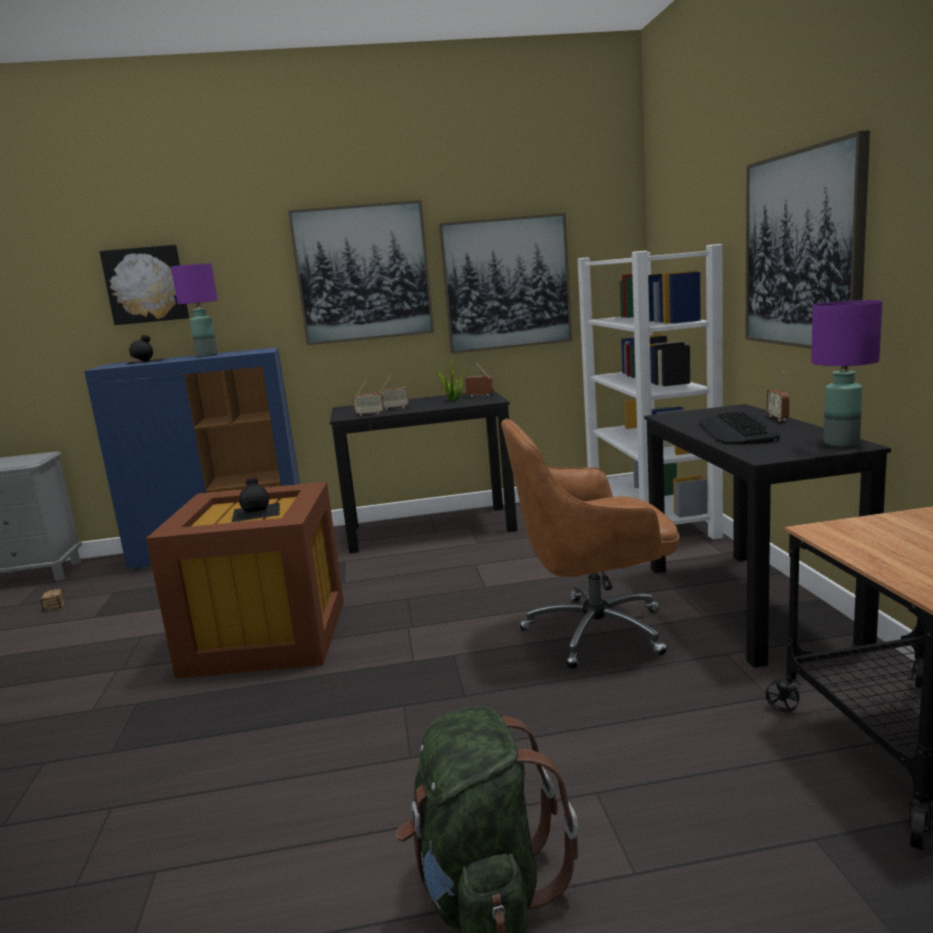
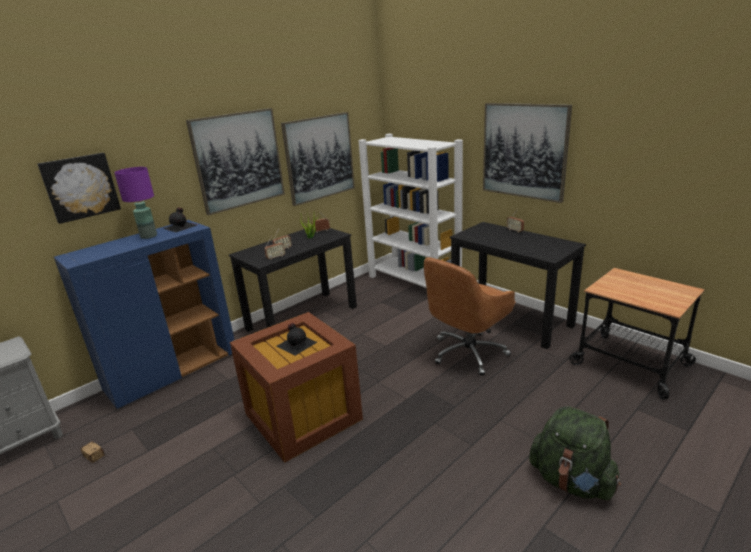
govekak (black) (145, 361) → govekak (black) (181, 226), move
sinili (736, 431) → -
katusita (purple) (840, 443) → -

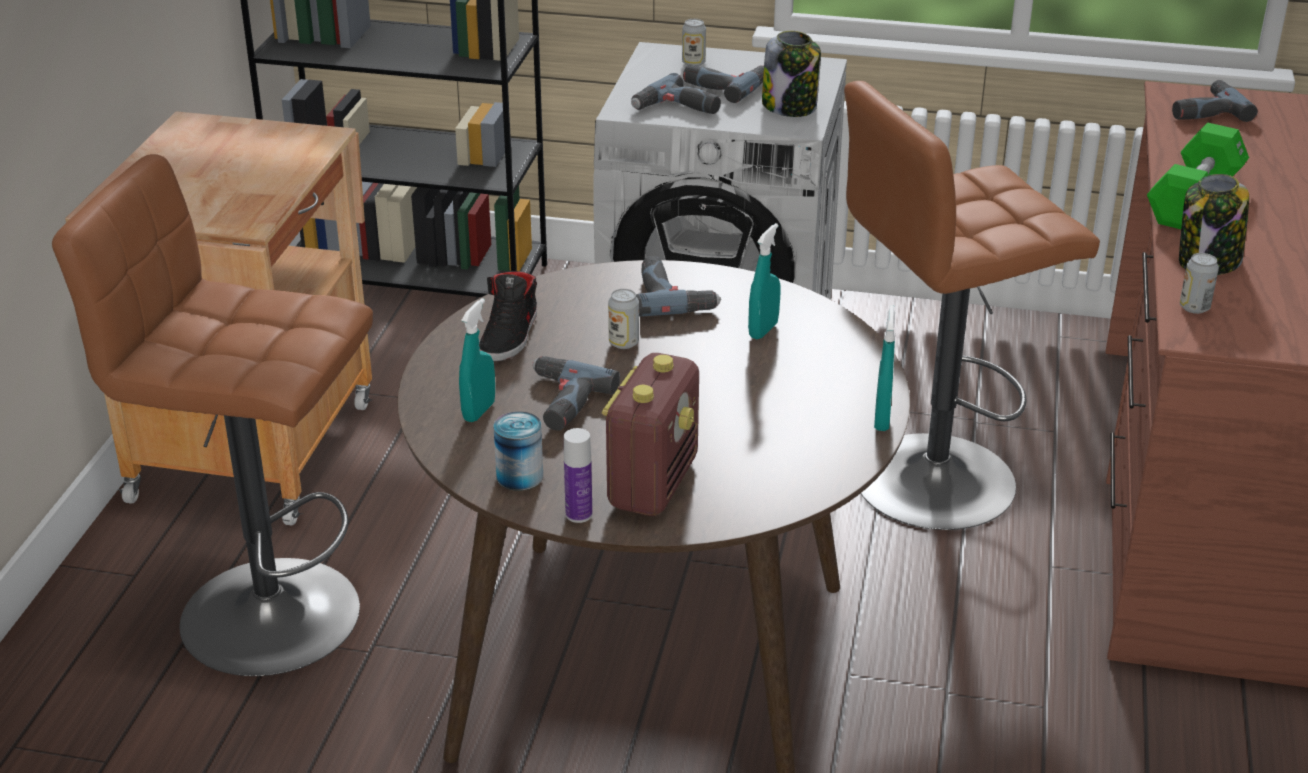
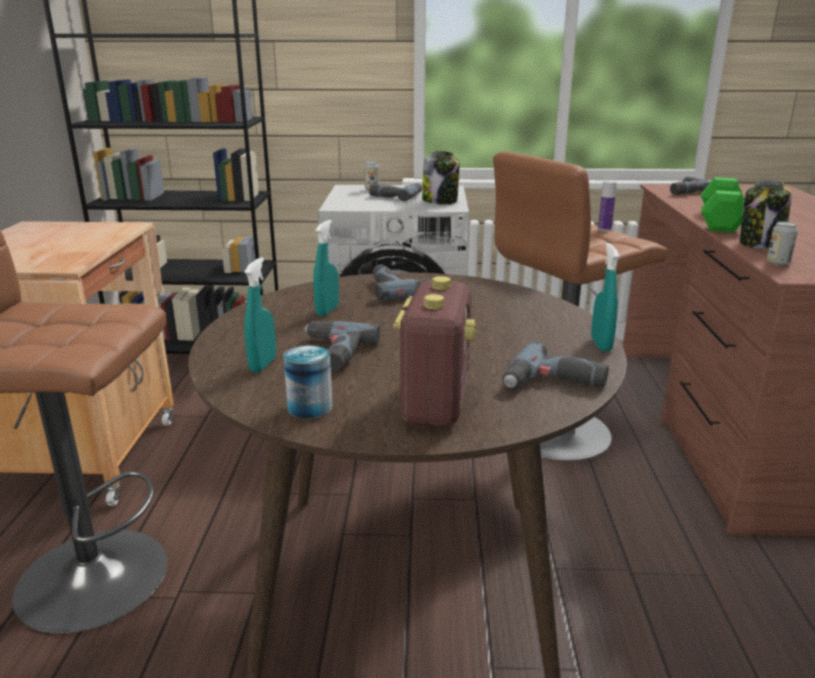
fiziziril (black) (510, 336) → -
govekak (579, 514) → govekak (604, 229), move
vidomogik (623, 343) → -
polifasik (676, 109) → polifasik (554, 384), move
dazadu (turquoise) (763, 330) → dazadu (turquoise) (327, 311), move

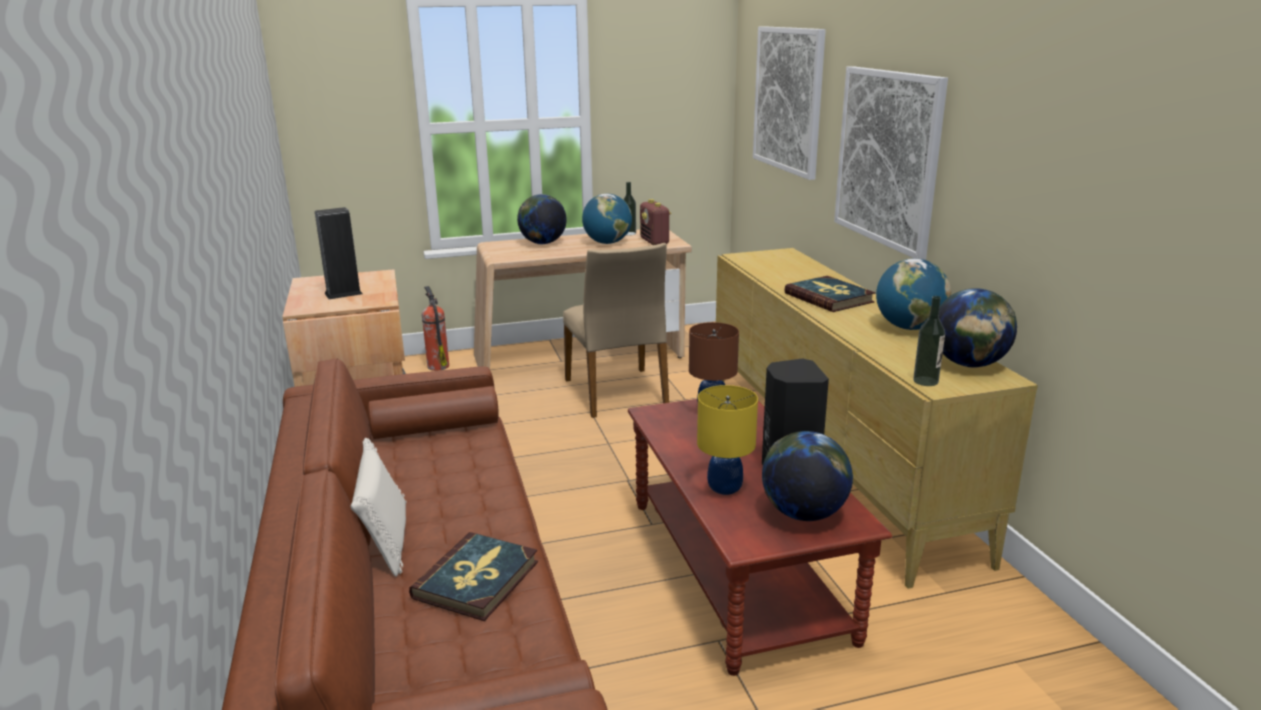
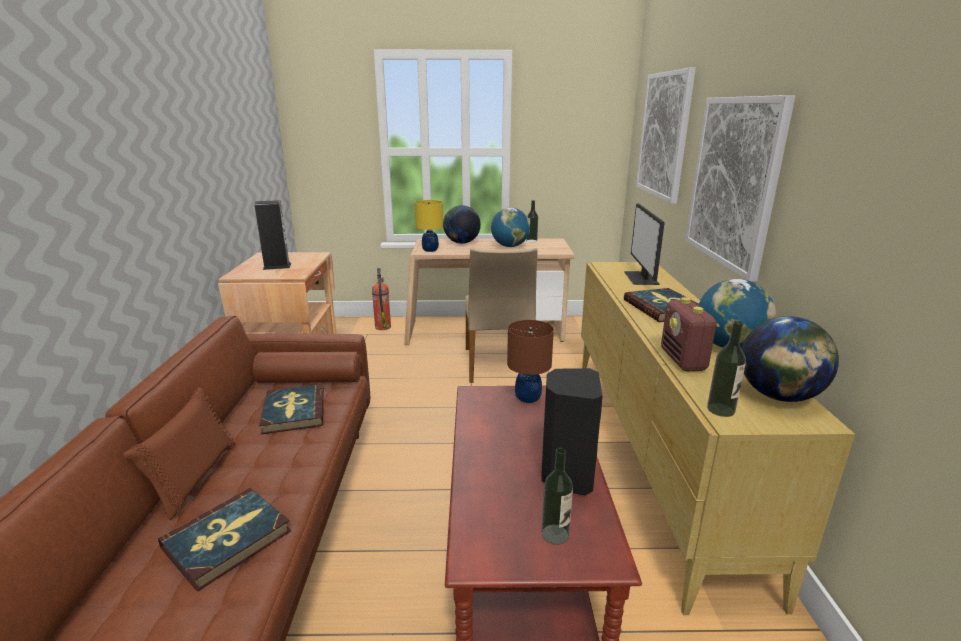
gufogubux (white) (386, 539) → gufogubux (brown) (194, 478)
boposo (654, 242) → boposo (683, 361), move
katusita (yellow) (723, 490) → katusita (yellow) (429, 250), move
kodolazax (803, 514) → govekak (555, 534)
- → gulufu (293, 412)
- → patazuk (642, 278)

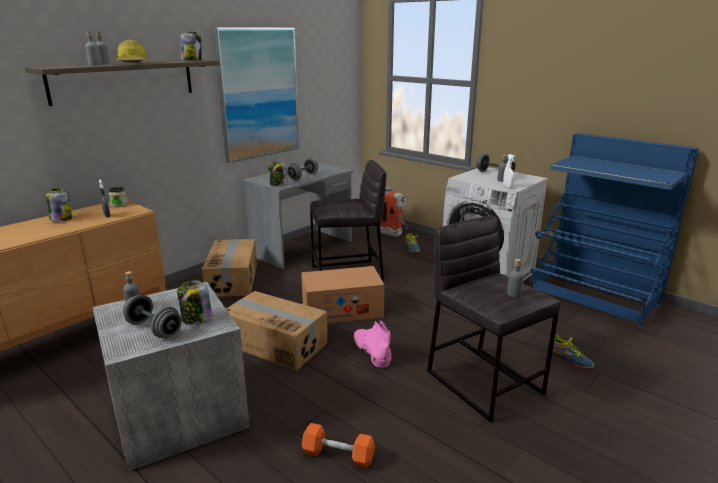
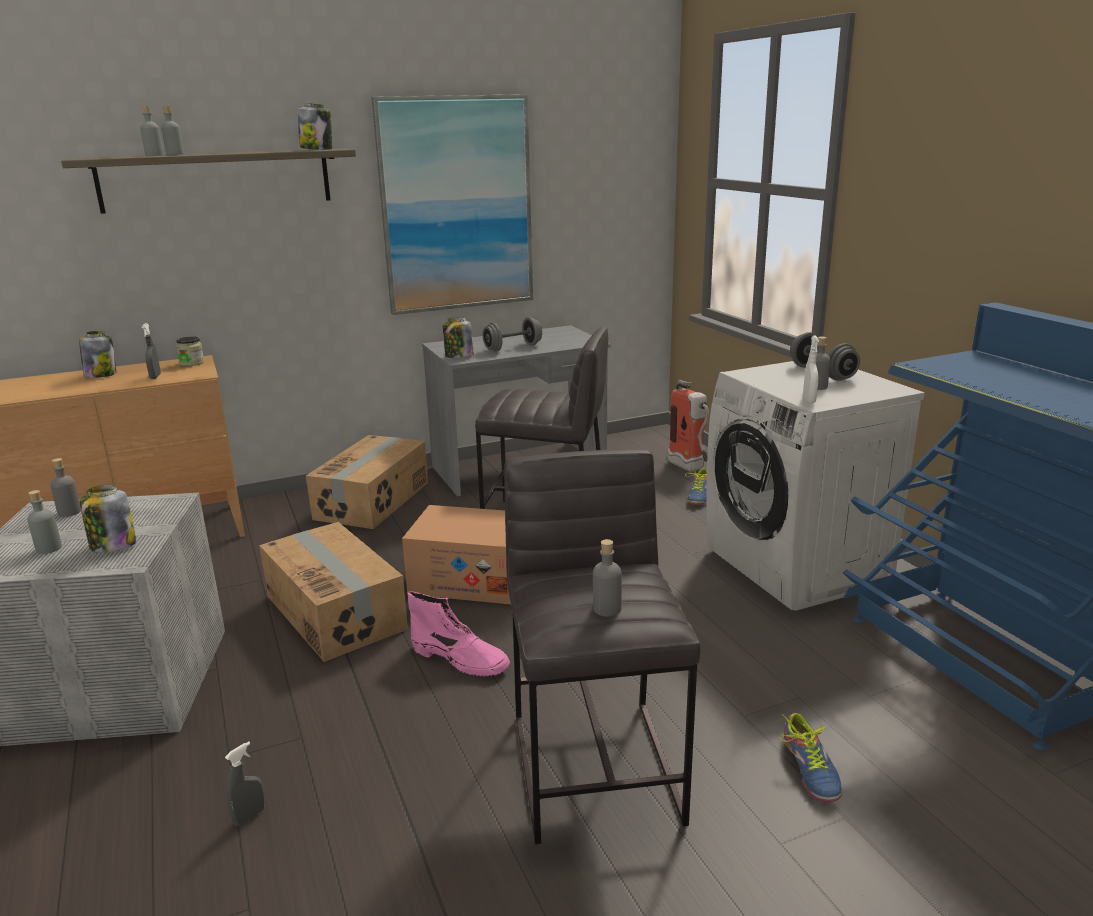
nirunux (134, 63) → -
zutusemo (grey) (154, 329) → govekak (grey) (49, 548)
zutusemo (orange) (338, 455) → dazadu (grey) (249, 816)
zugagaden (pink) (371, 351) → zugagaden (pink) (460, 659), 120 degrees clockwise

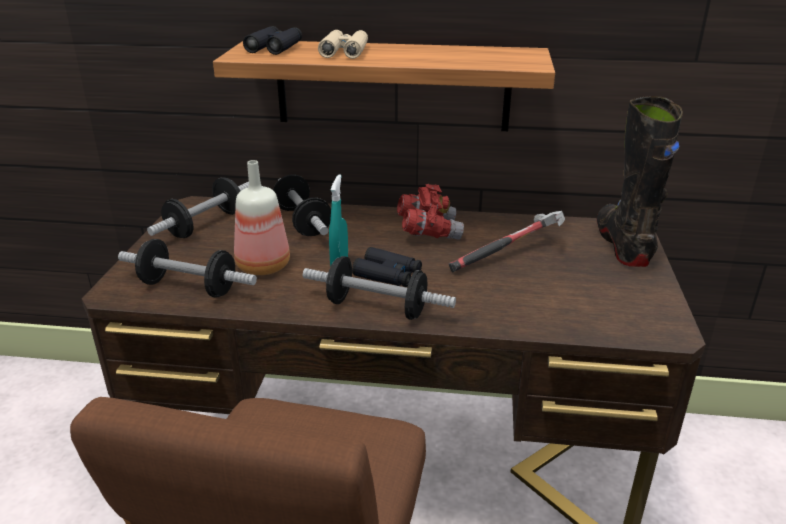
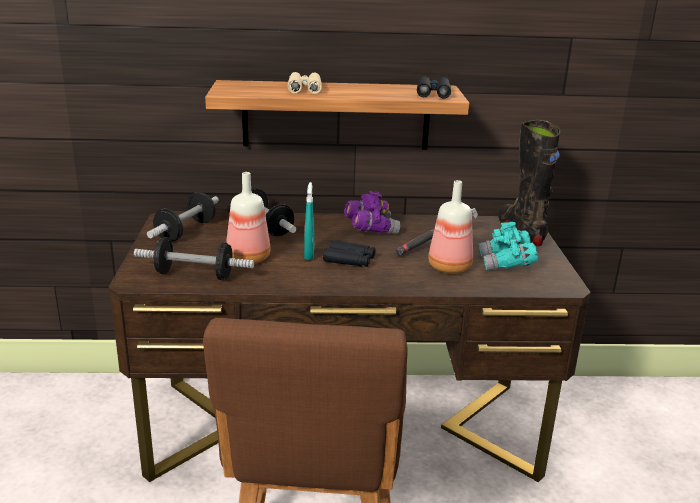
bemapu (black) (274, 48) → bemapu (black) (433, 93), move
zutusemo (377, 307) → -
bemapu (red) (428, 232) → bemapu (purple) (370, 230)
- → govekak (450, 268)
- → bemapu (turquoise) (506, 264)

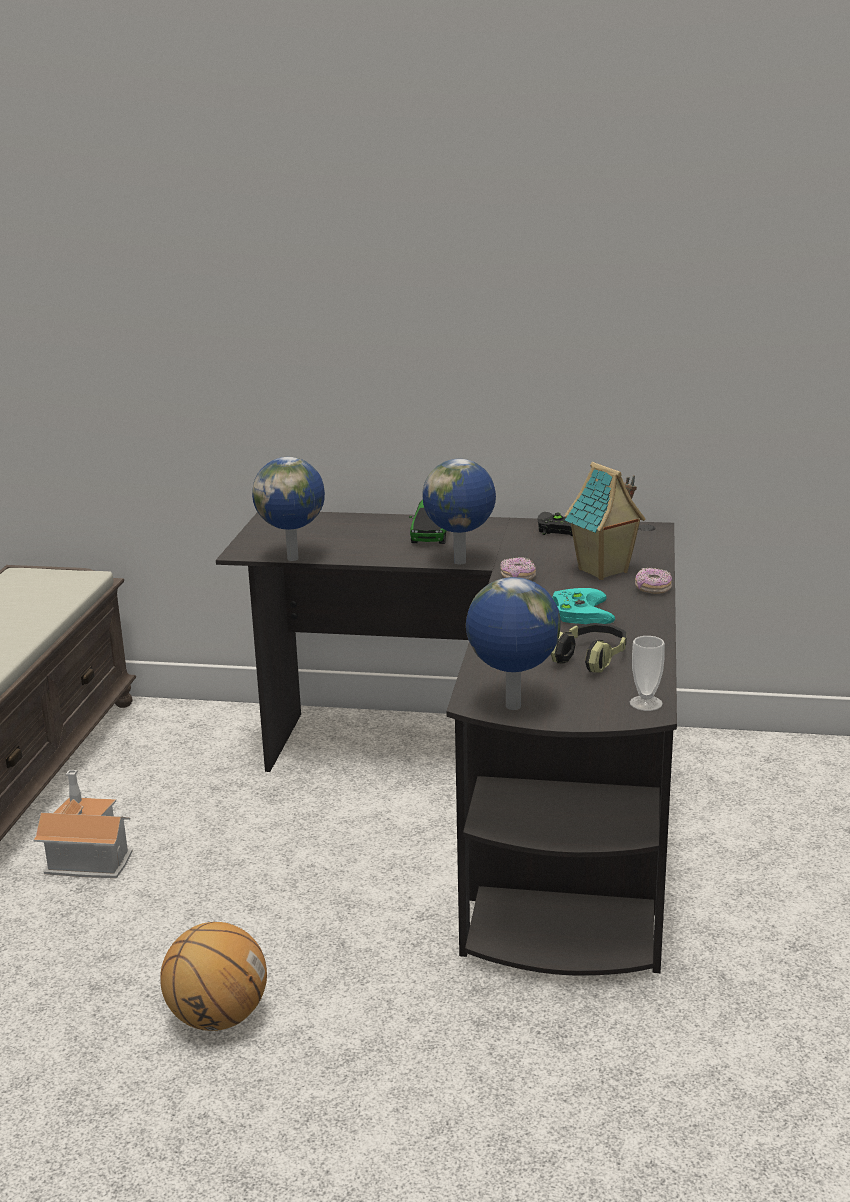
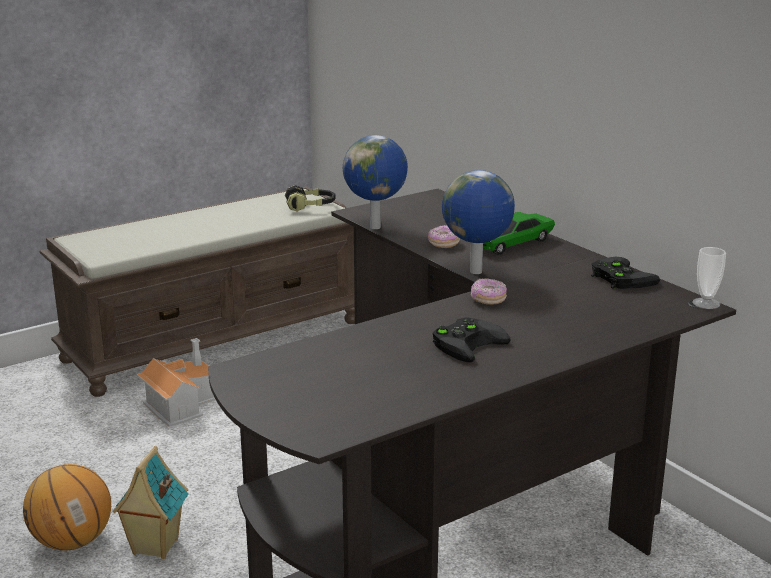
kodolazax (512, 707) → -
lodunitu (591, 658) → lodunitu (310, 207), move
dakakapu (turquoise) (579, 611) → dakakapu (black) (467, 343)
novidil (603, 571) → novidil (154, 547), move
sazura (646, 703) → sazura (706, 303), move
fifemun (652, 589) → fifemun (443, 244), move

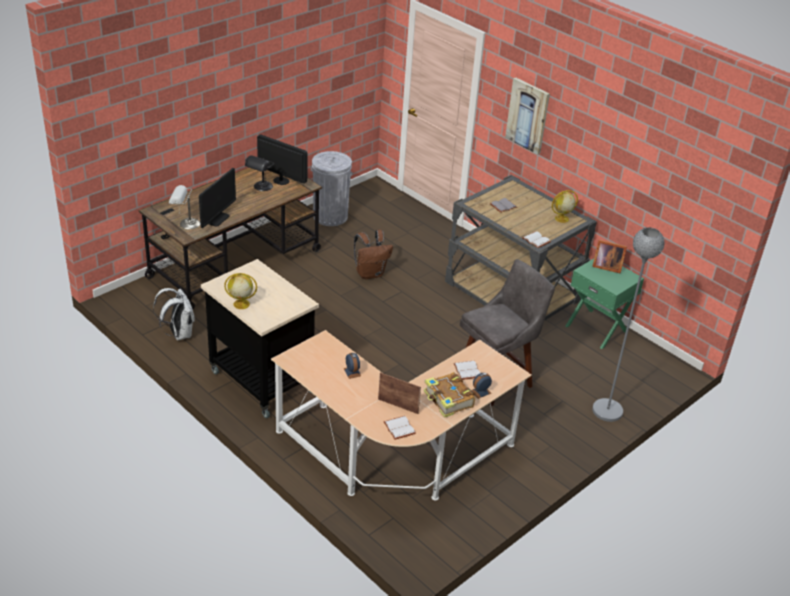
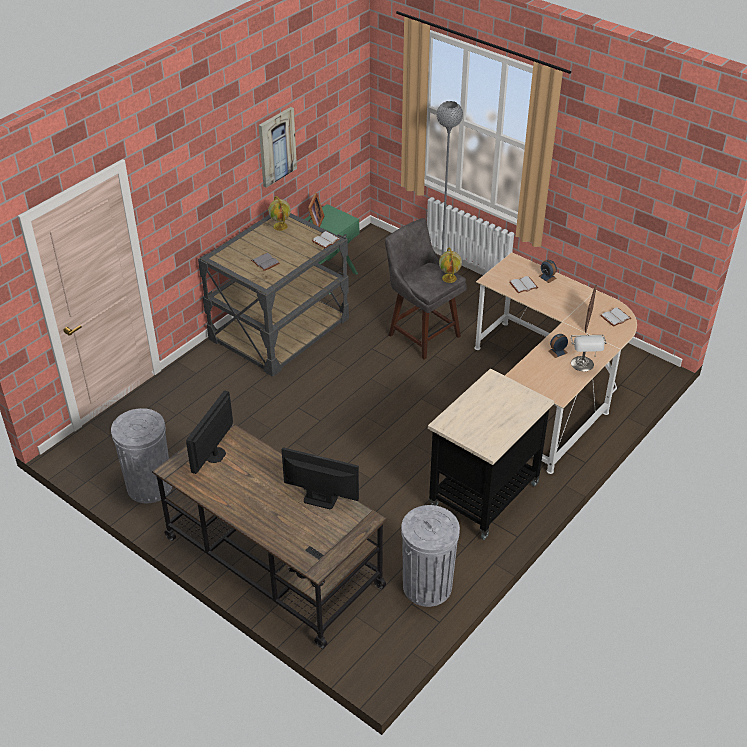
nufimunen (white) (178, 333) → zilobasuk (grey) (427, 586)
katusita (white) (185, 223) → katusita (white) (583, 367), move
kodolazax (241, 304) → kodolazax (449, 278), move
katusita (black) (261, 188) → -
nufimunen (brown) (370, 273) → -
gulufu (448, 400) → -
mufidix (528, 115) → mufidix (276, 146), move

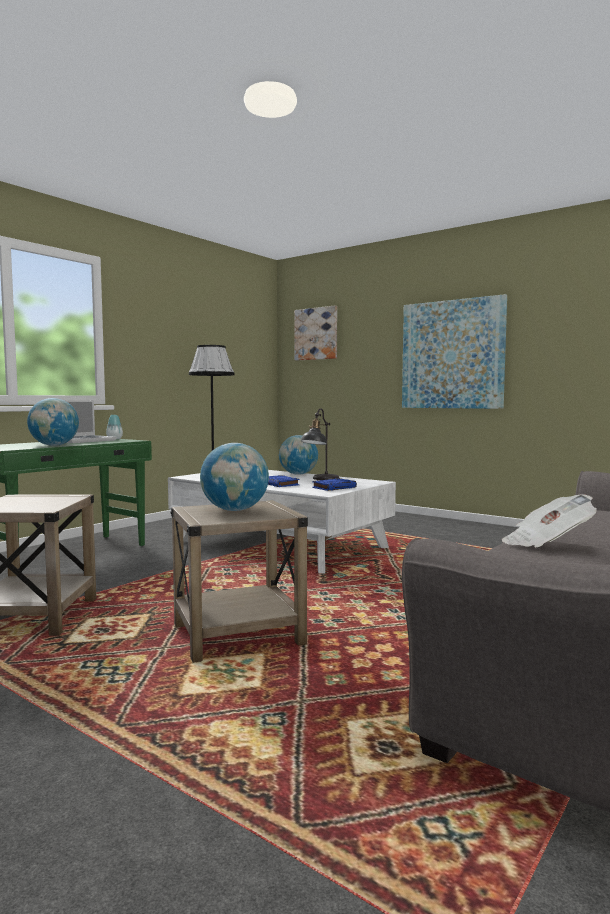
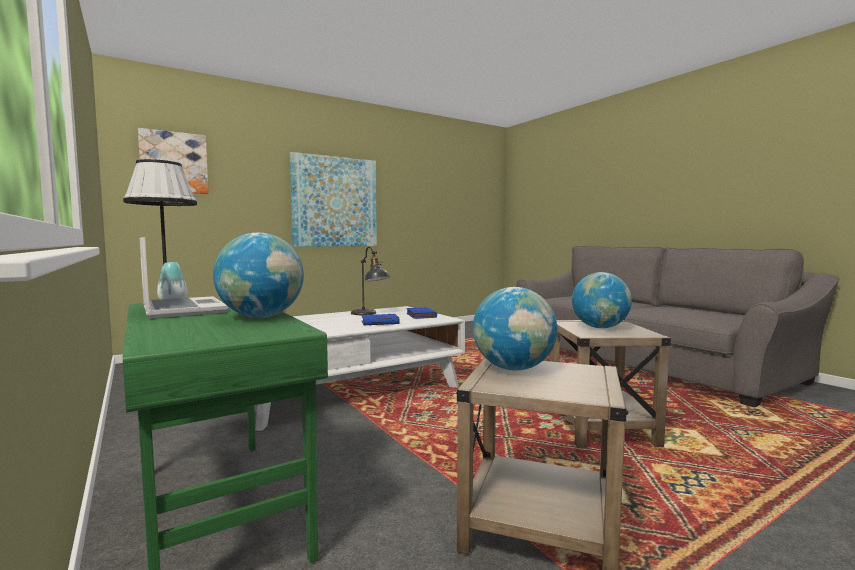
kodolazax (298, 474) → kodolazax (513, 368), move
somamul (546, 543) → -

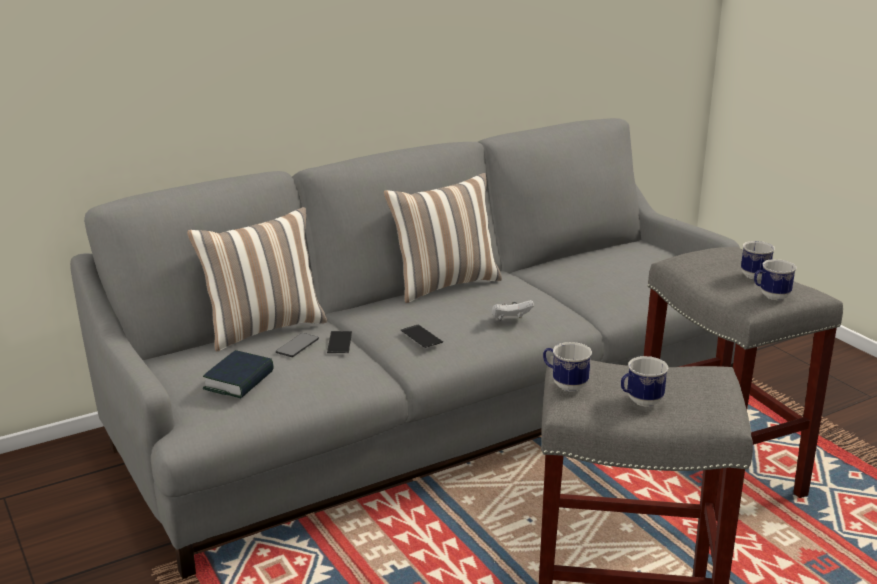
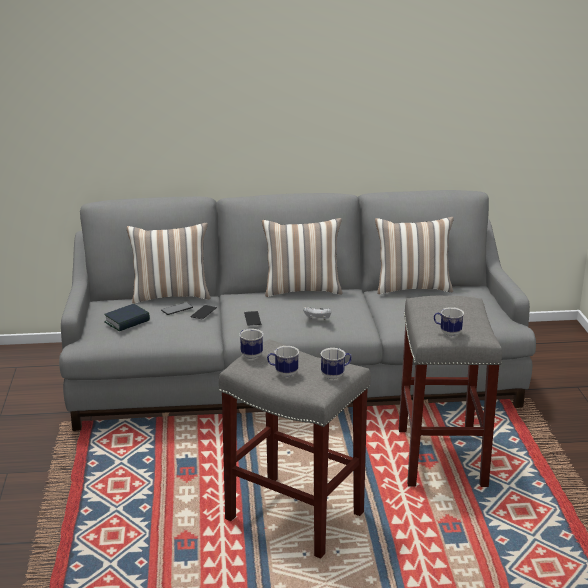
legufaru (757, 274) → legufaru (336, 375), move
- → gufogubux (412, 287)

